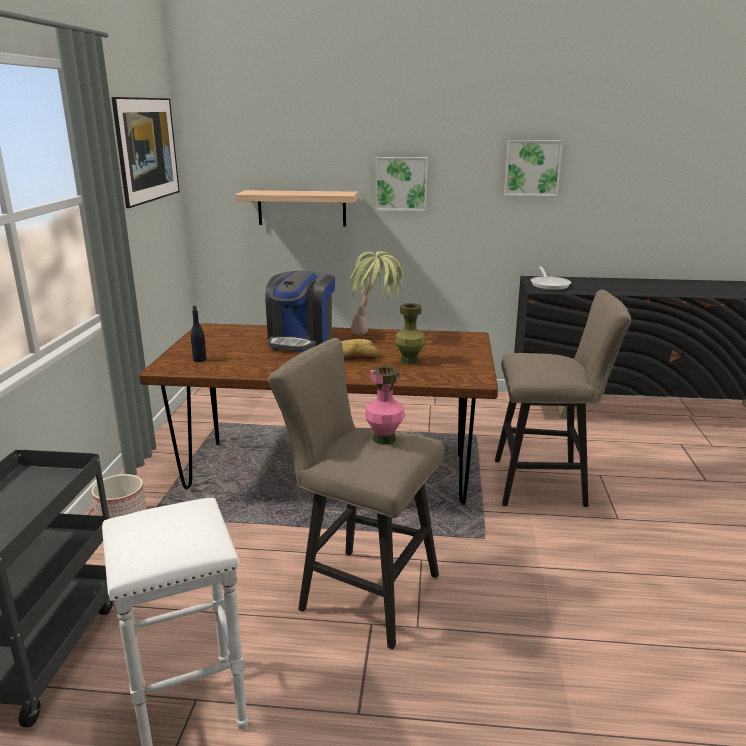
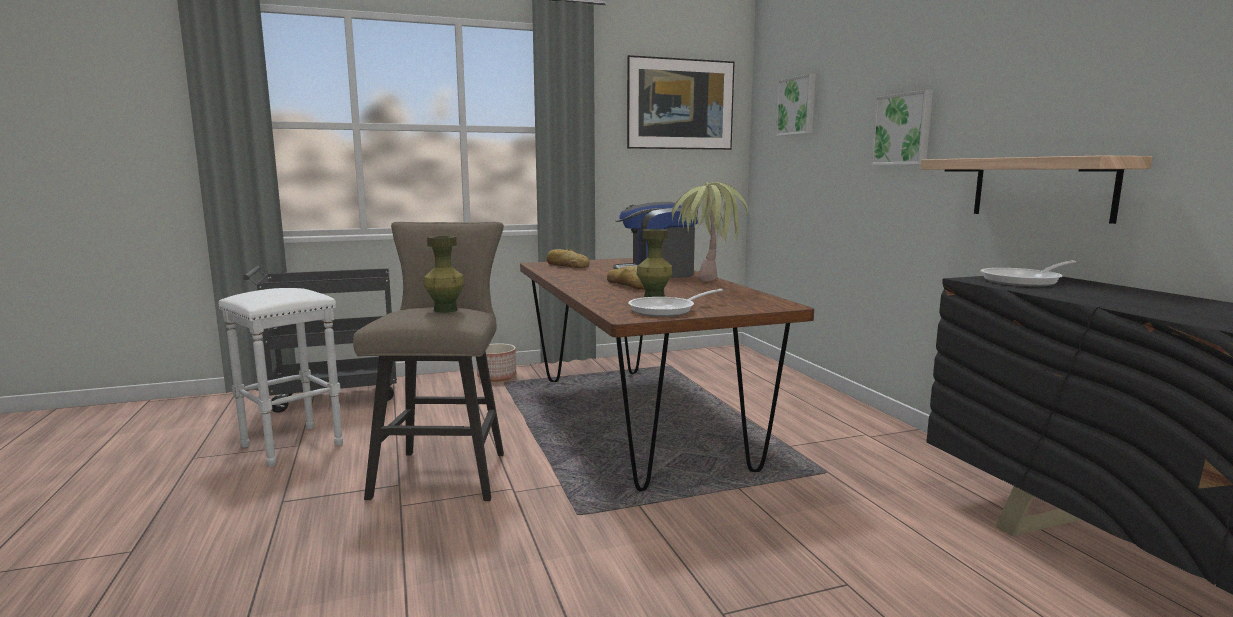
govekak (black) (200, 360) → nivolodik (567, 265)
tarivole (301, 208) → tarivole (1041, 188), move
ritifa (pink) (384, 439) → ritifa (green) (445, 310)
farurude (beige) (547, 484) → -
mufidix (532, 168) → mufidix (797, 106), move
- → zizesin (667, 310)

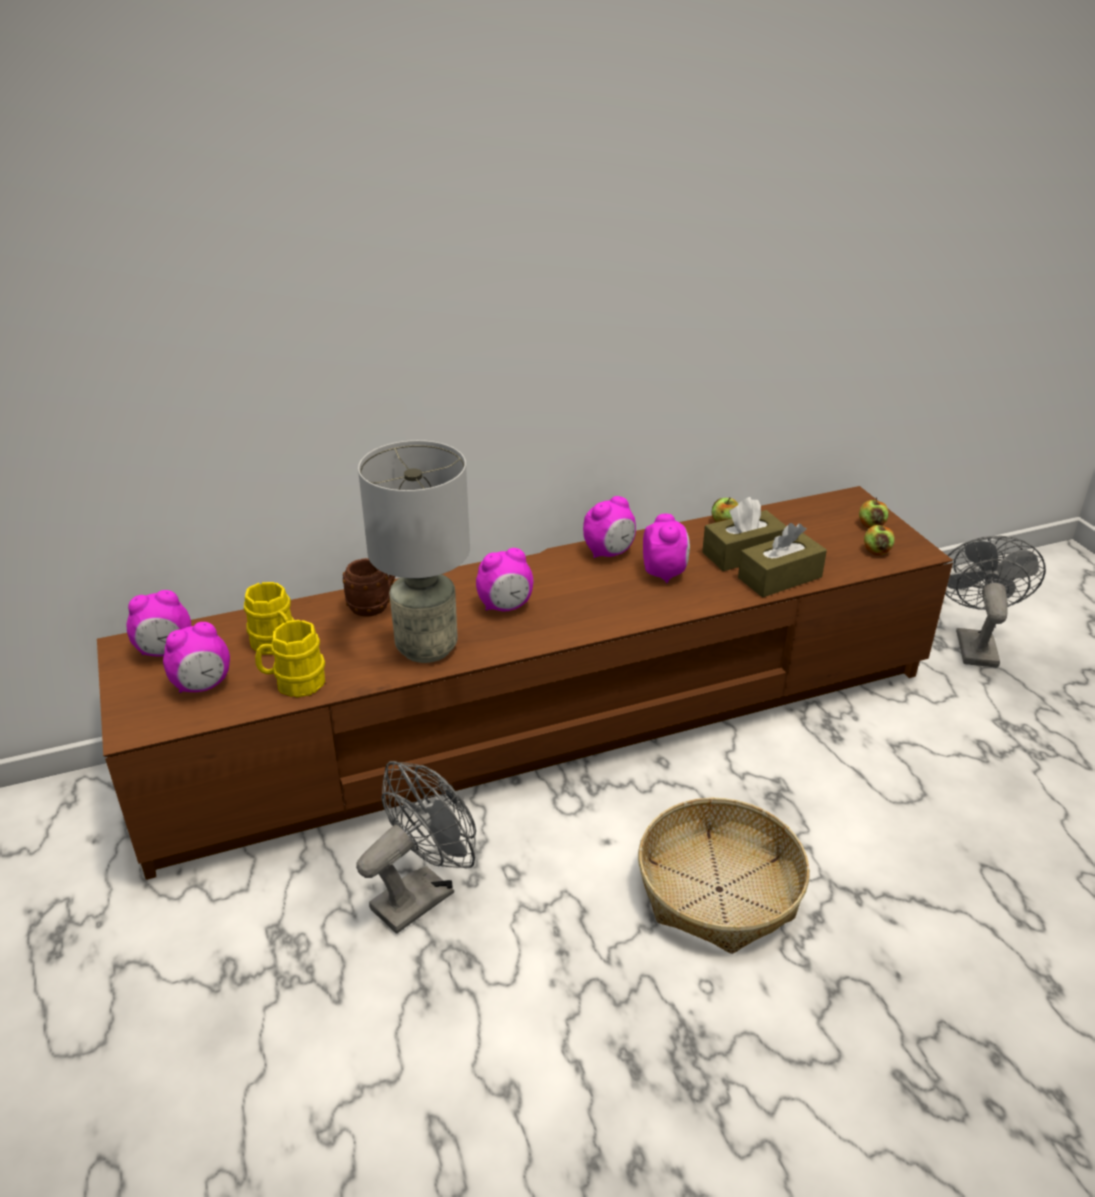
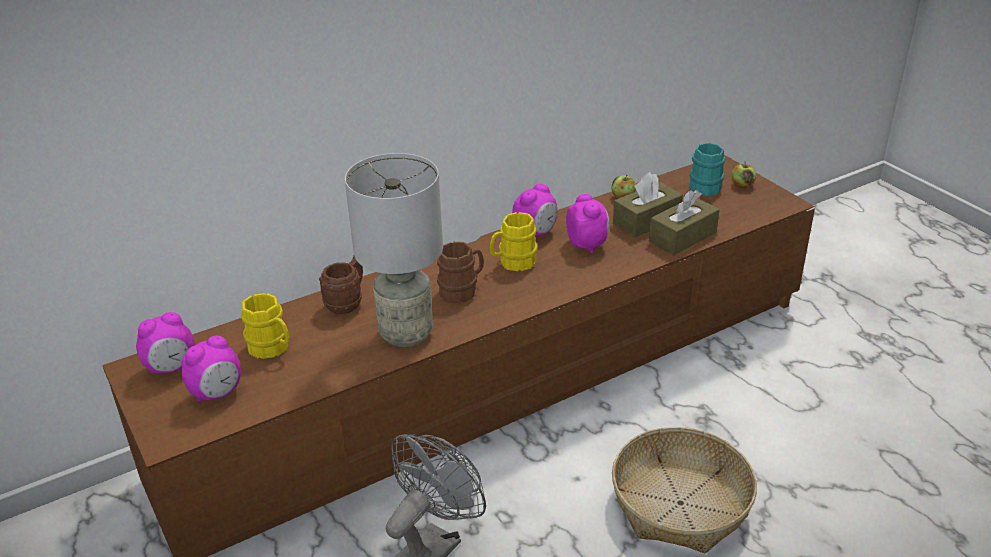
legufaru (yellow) (294, 683) → legufaru (yellow) (513, 262), move
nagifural (505, 607) → legufaru (brown) (462, 290)
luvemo (876, 551) → -
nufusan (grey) (973, 643) → -
- → legufaru (turquoise) (706, 185)

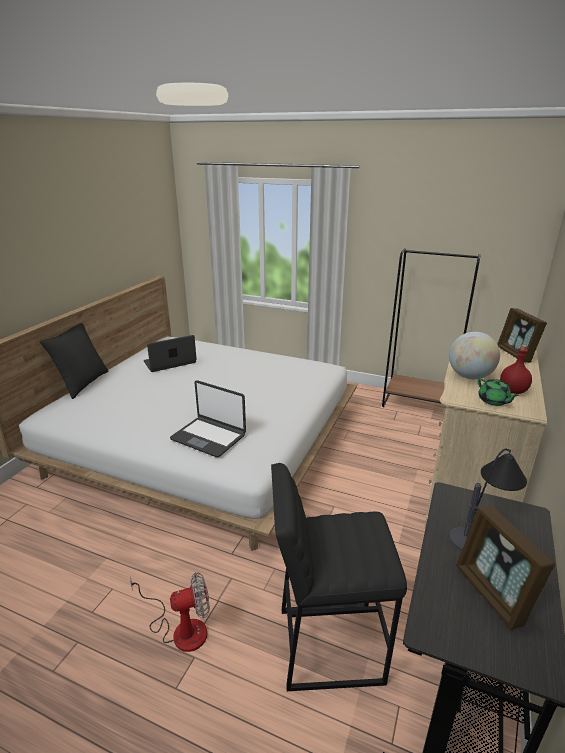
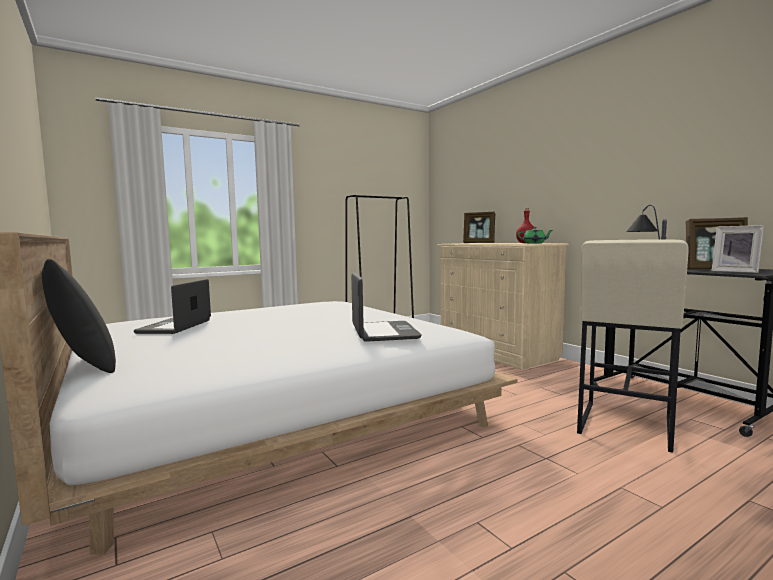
nufusan (180, 629) → -
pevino (209, 437) → pevino (383, 332), 75 degrees counterclockwise
farurude (black) (326, 645) → farurude (beige) (625, 426)
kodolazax (469, 376) → -
- → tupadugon (736, 271)

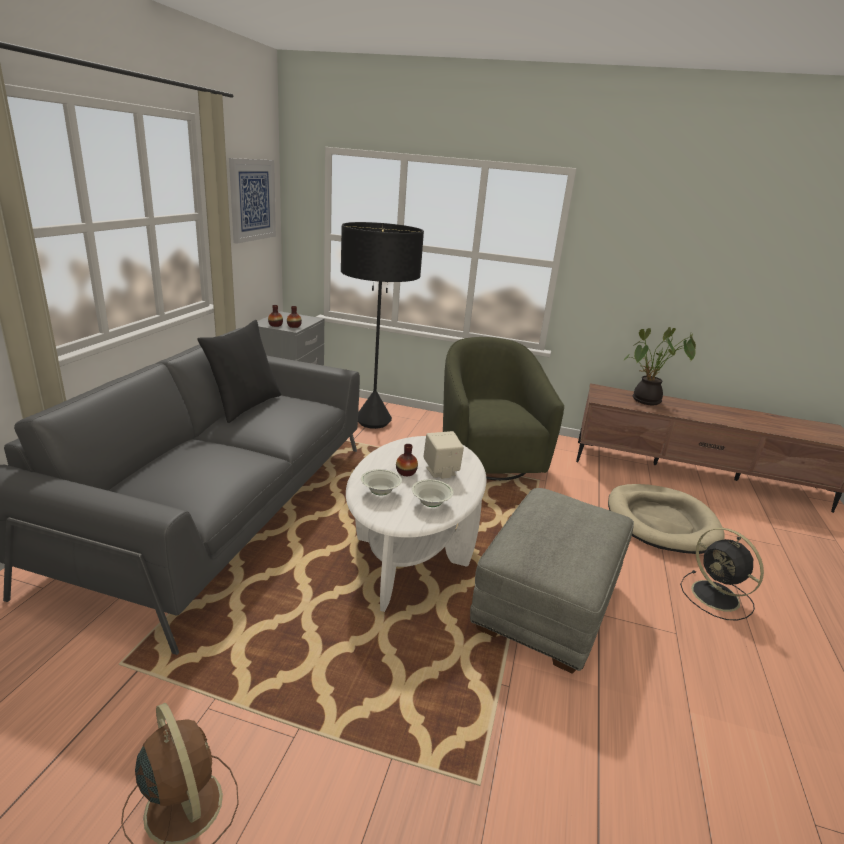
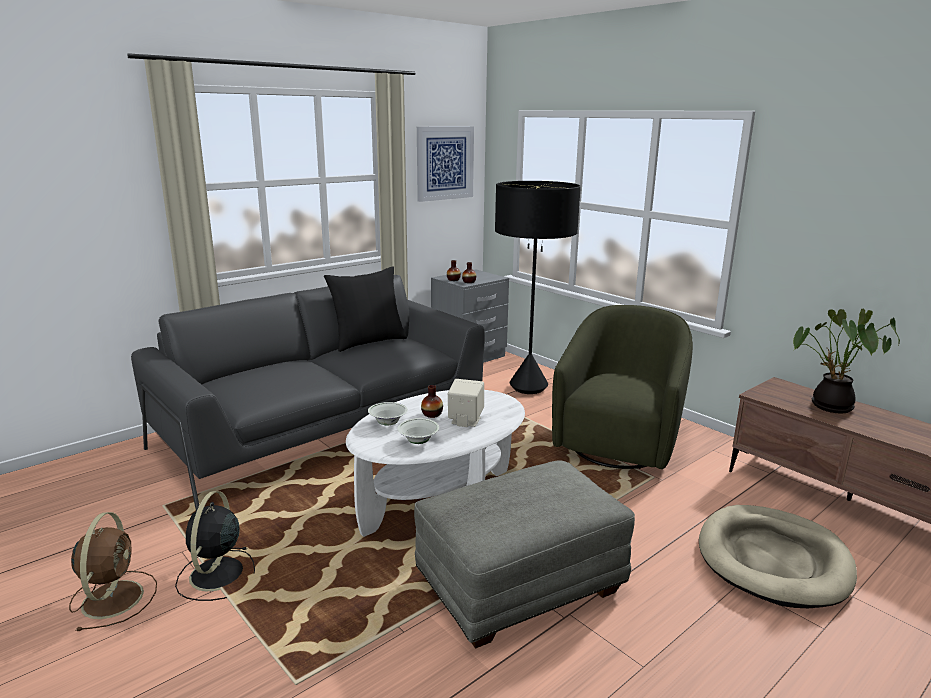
nufusan (black) (717, 597) → nufusan (black) (216, 575), move

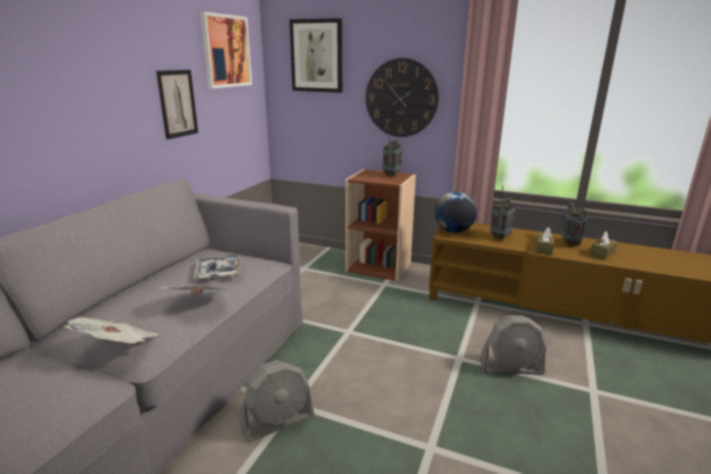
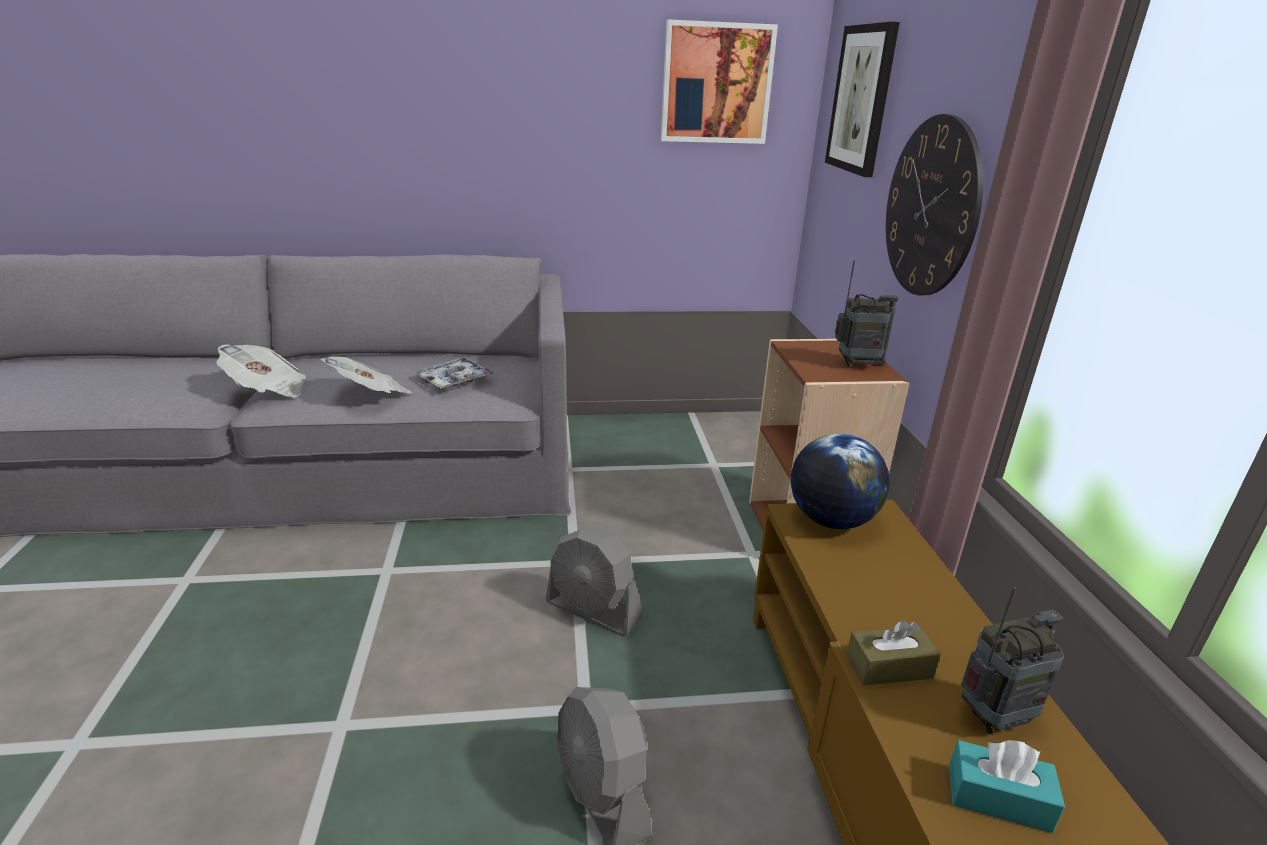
mufidix (177, 103) → -
nufusan (grey) (278, 421) → nufusan (grey) (593, 610), move
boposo (500, 237) → -
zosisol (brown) (602, 253) → zosisol (turquoise) (998, 798)

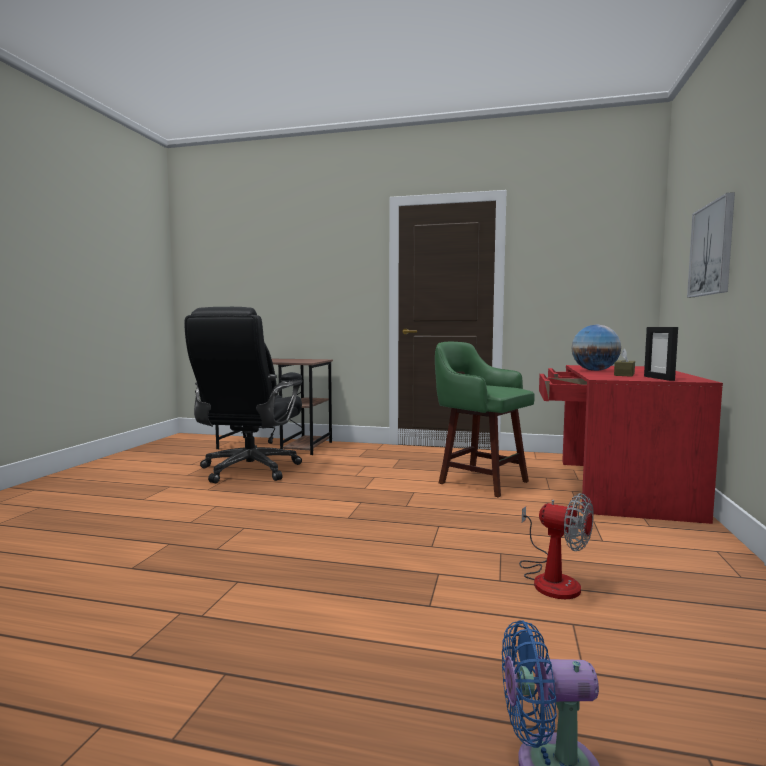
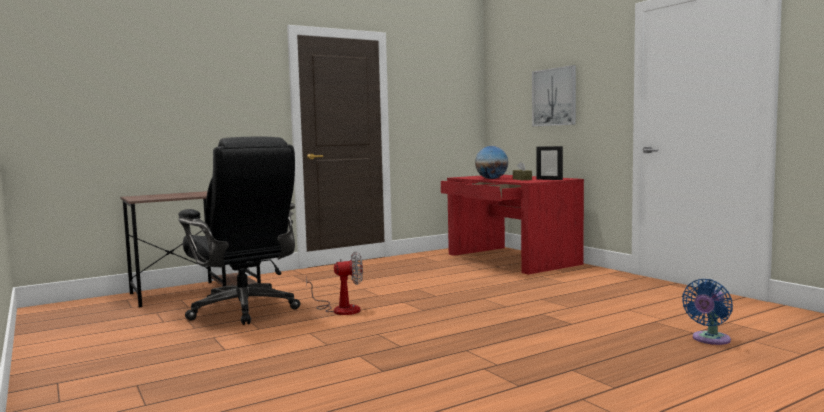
farurude (green) (480, 482) → -
nufusan (551, 579) → nufusan (340, 309), move

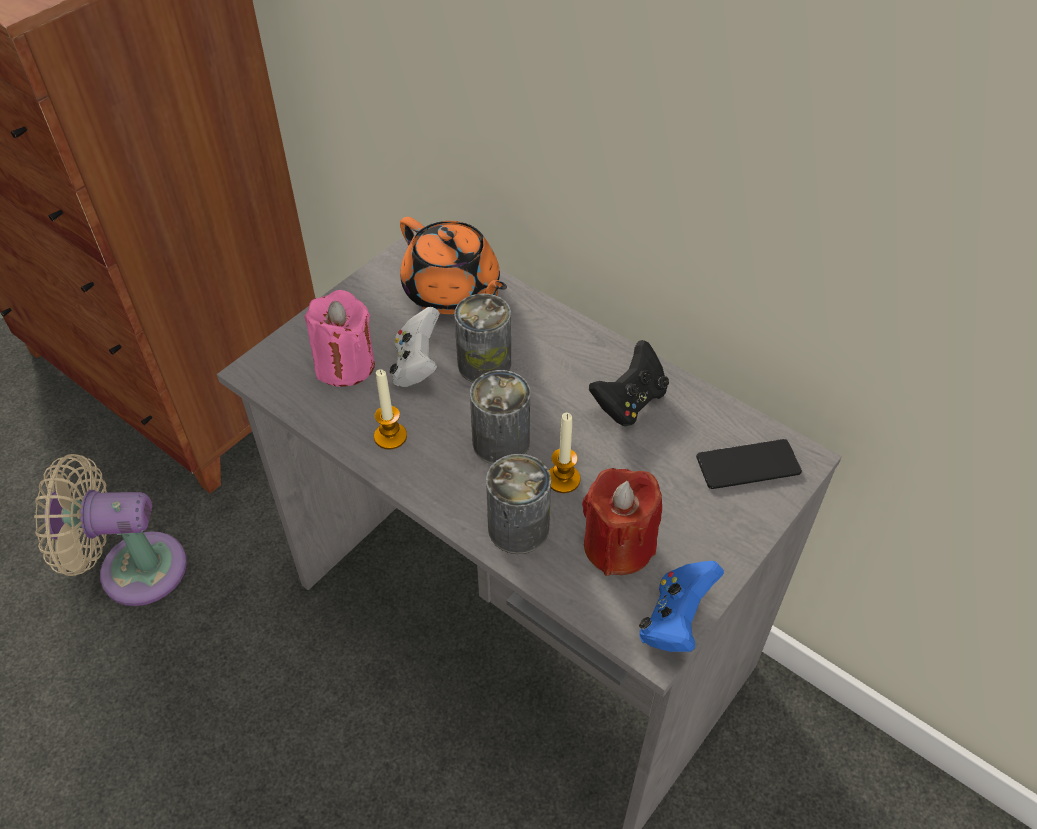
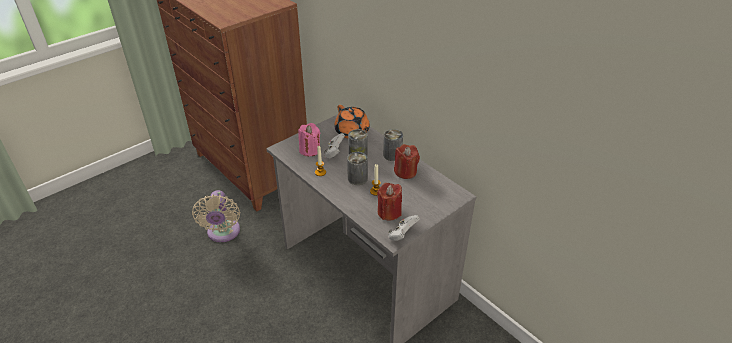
nufusan (beige) (133, 569) → nufusan (beige) (223, 233), 105 degrees counterclockwise
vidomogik (518, 528) → vidomogik (392, 155), move
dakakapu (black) (629, 402) → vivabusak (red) (405, 172)
dakakapu (blue) (675, 621) → dakakapu (white) (402, 235)
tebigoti (748, 465) → -

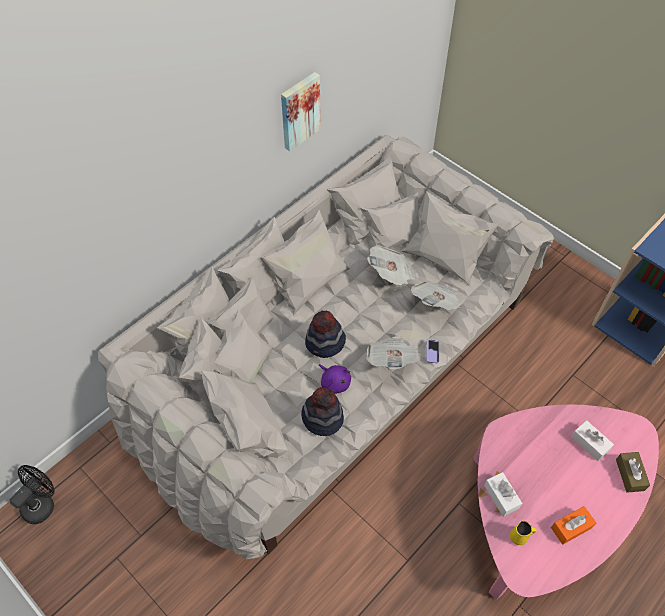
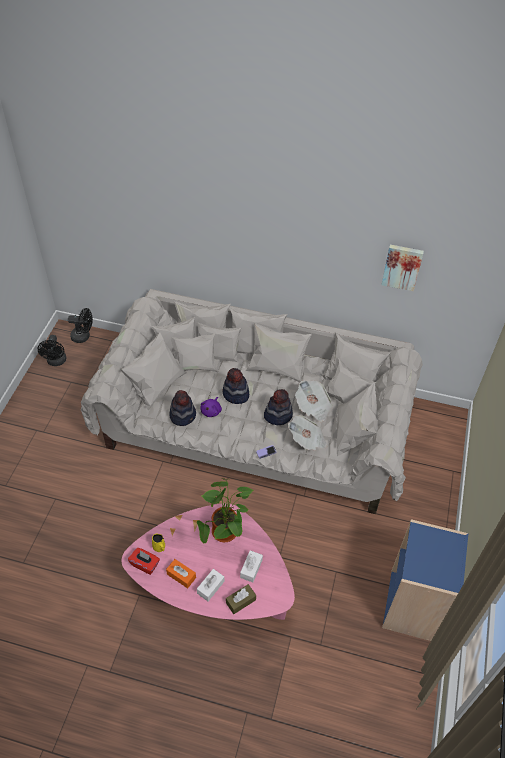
mufidix (299, 111) → mufidix (402, 266), move
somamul (391, 359) → -
zosisol (white) (501, 497) → zosisol (white) (210, 587), move
- → nufusan (black) (56, 362)
- → zosisol (red) (145, 564)
- → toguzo (225, 534)
- → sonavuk (278, 415)

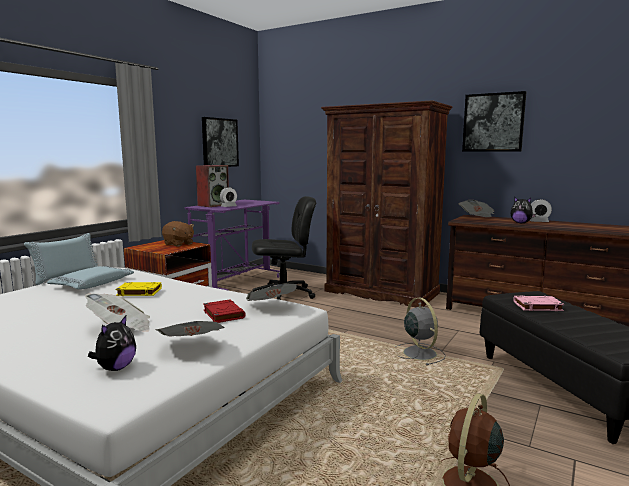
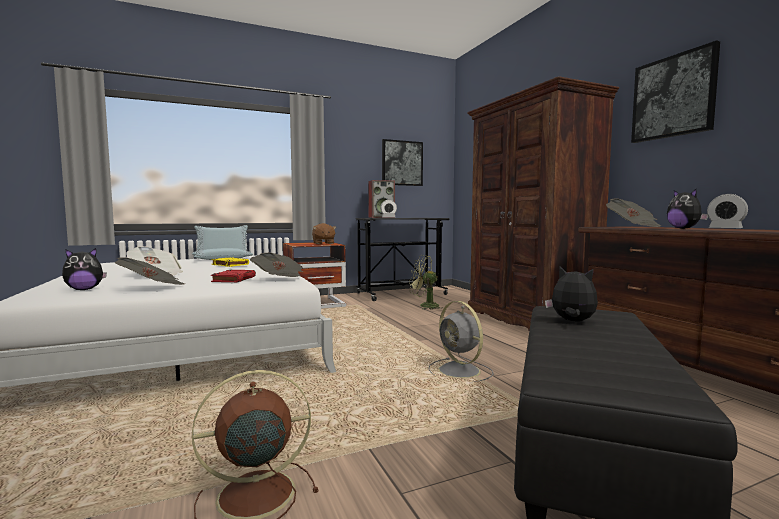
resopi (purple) (236, 283) → resopi (black) (401, 294)
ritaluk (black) (283, 294) → nufusan (green) (424, 306)
nufusan (grey) (418, 353) → nufusan (grey) (460, 371), 135 degrees clockwise
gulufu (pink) (537, 306) → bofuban (572, 321)

